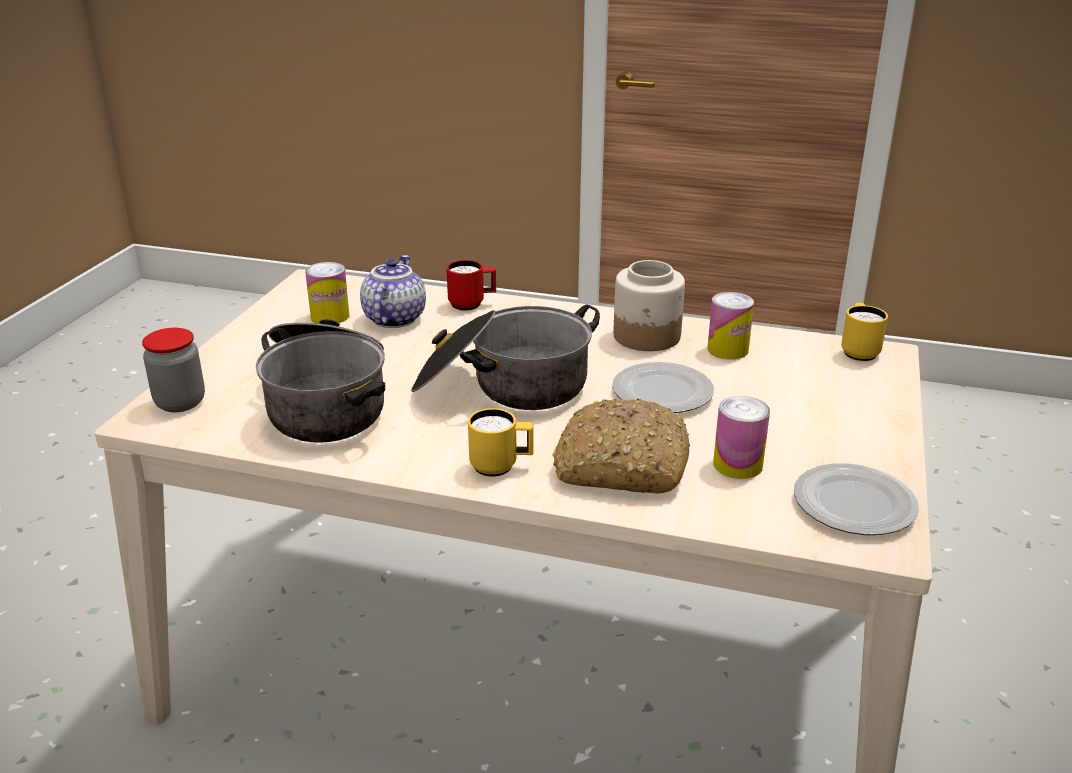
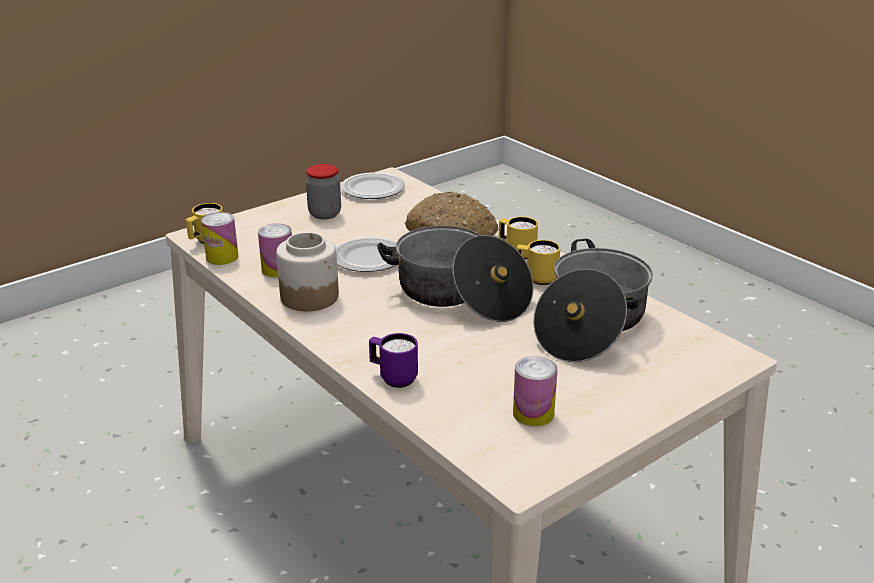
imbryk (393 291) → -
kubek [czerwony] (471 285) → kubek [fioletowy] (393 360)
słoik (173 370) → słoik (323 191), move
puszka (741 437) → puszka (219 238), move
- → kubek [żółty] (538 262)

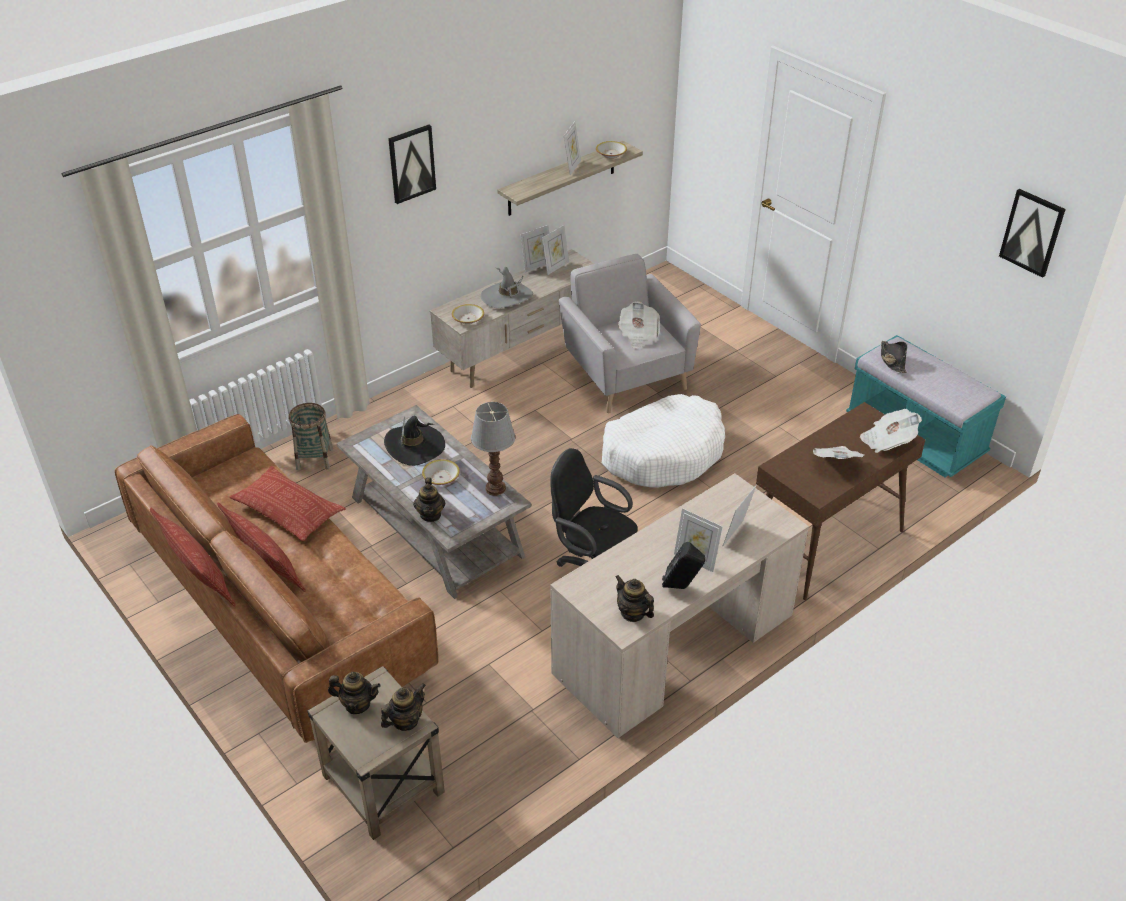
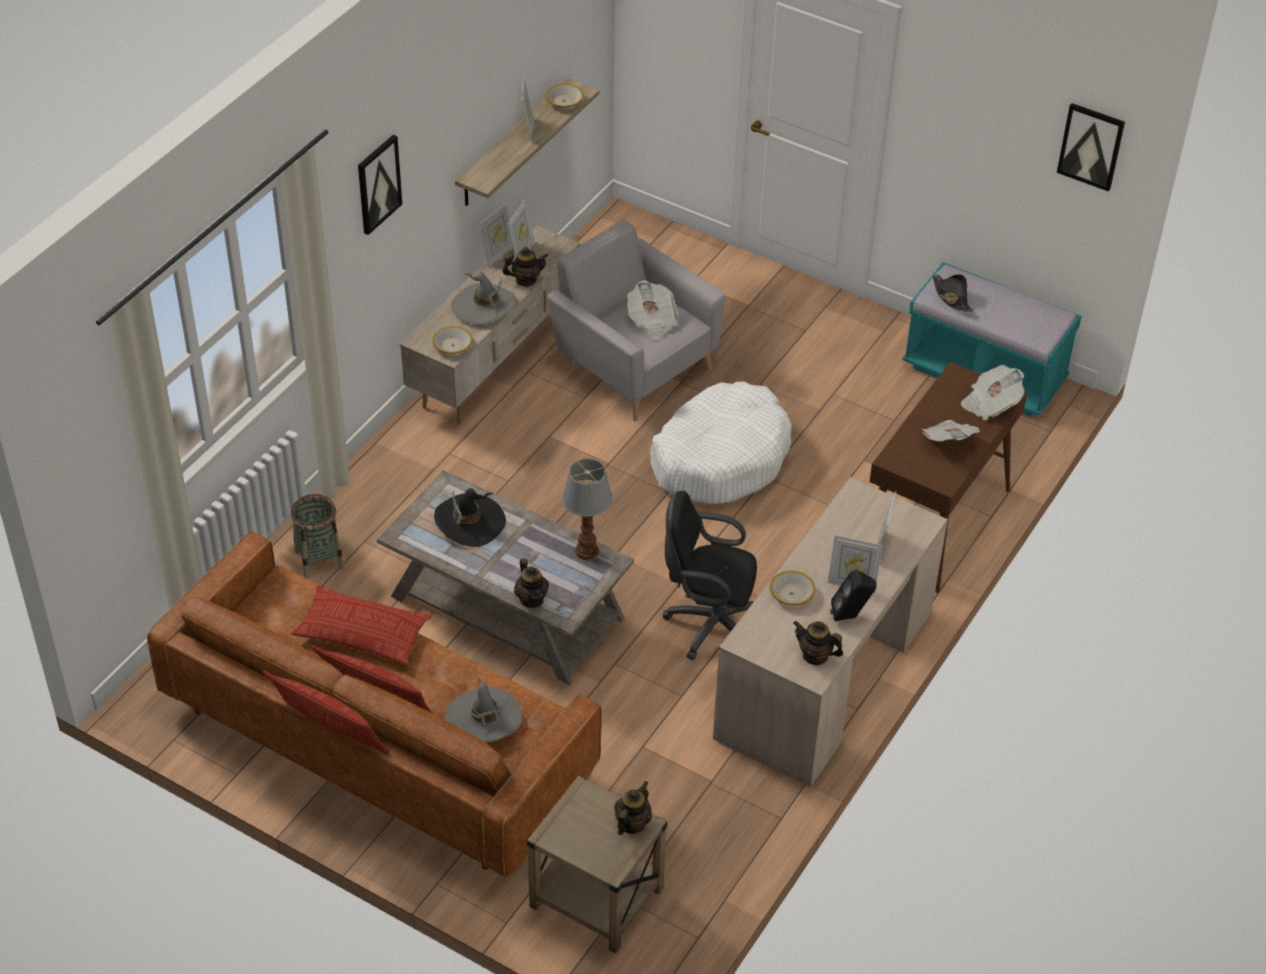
miska (441 472) → miska (793 588), move
imbryk (354 693) → imbryk (525 266), move
- → kapelusz [szary] (484 708)

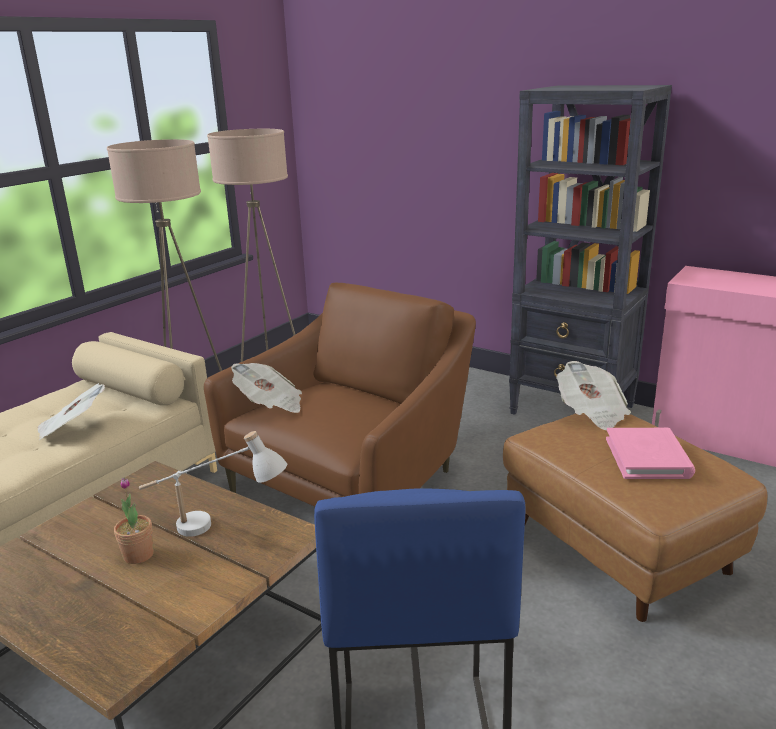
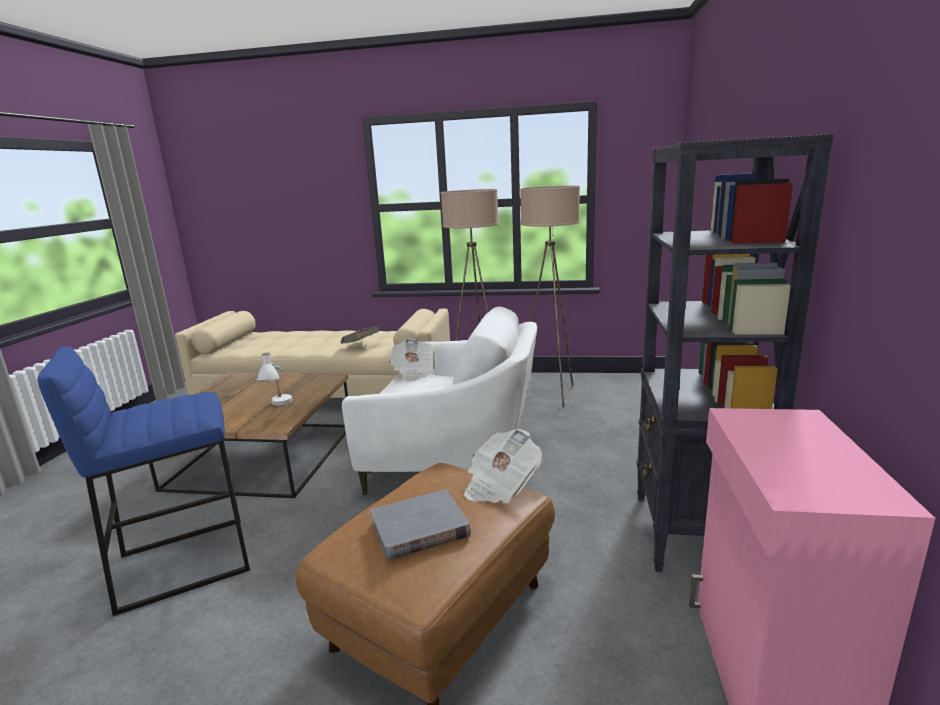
fotel [brązowy] (340 395) → fotel [biały] (439 401)
książka [różowy] (650 453) → książka [szary] (420 524)
roślina doniczkowa (134 521) → -

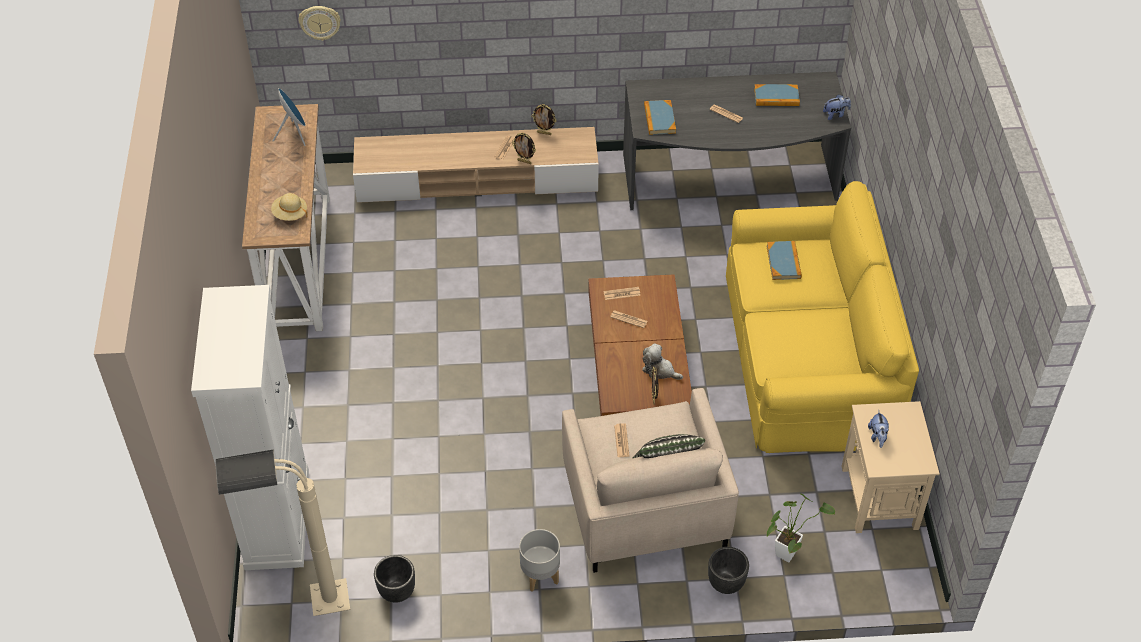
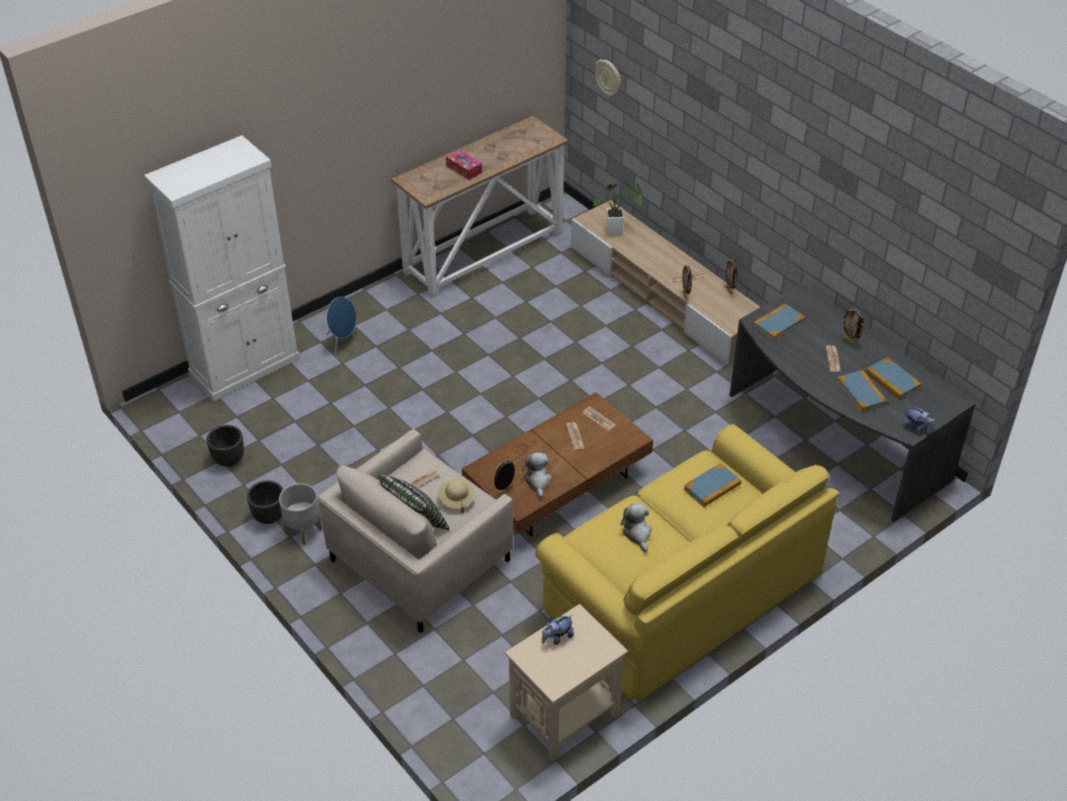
głośnik [niebieski] (289 117) → głośnik [niebieski] (341 325), move
kapelusz [beżowy] (289 207) → kapelusz [beżowy] (456 496), move
lampa stojąca [beżowy] (282 532) → -
roślina doniczkowa (800 527) → roślina doniczkowa (616 207), move
donica [czarny] (728 570) → donica [czarny] (265 502), move
- → pudełko chusteczek (464 165)
- → ramka na zdjęcie (853 327)
- → książka (862 391)
- → pluszak (636 528)

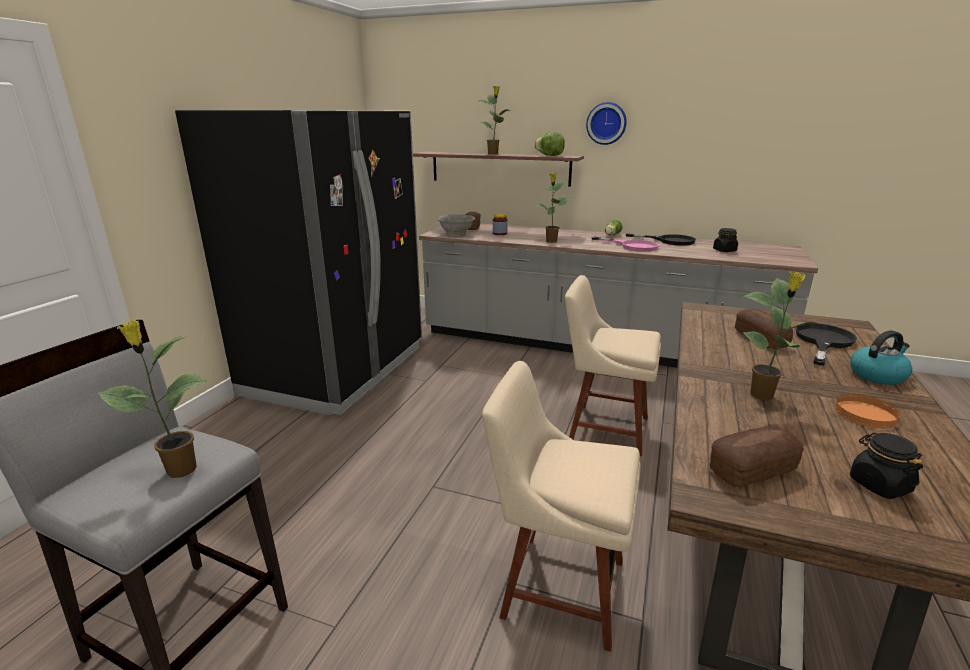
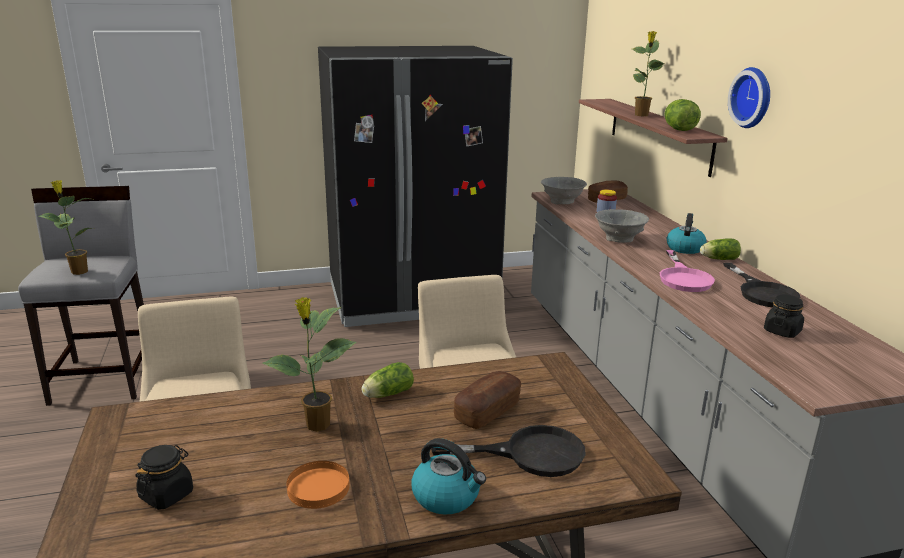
roślina doniczkowa (552 208) → miska [szary] (622 226)
chleb (756 456) → -
- → czajnik (687 233)
- → sałata (387 380)

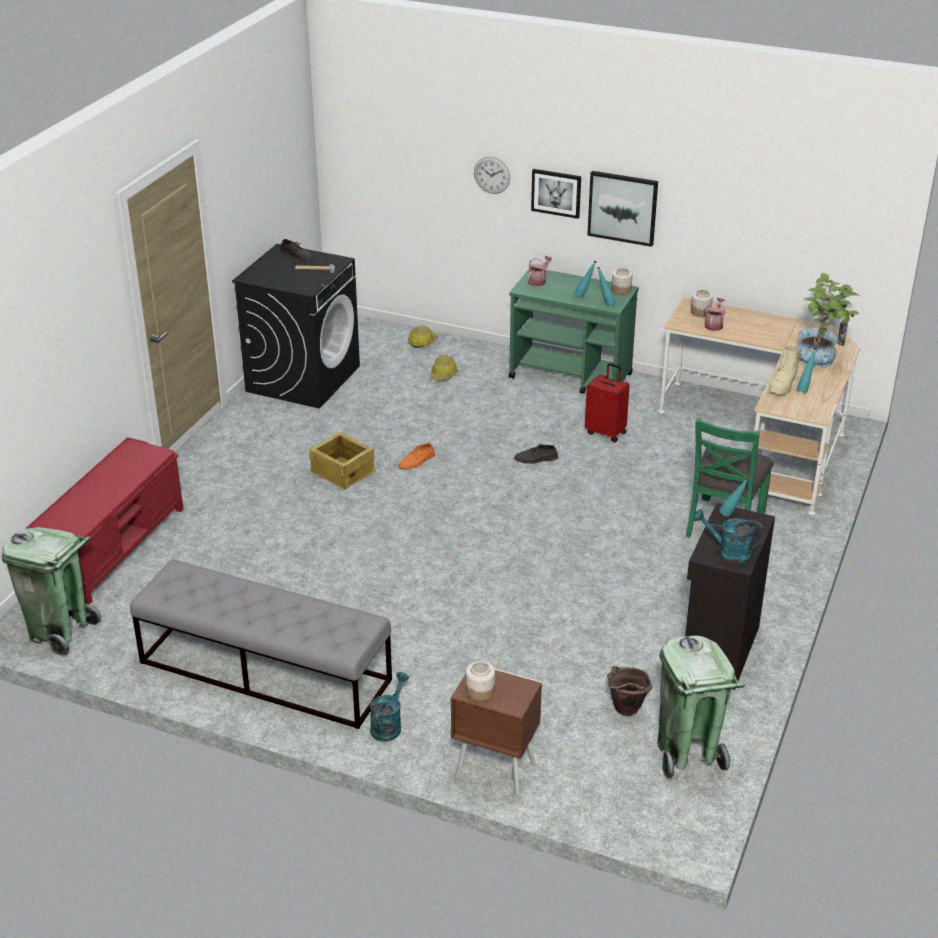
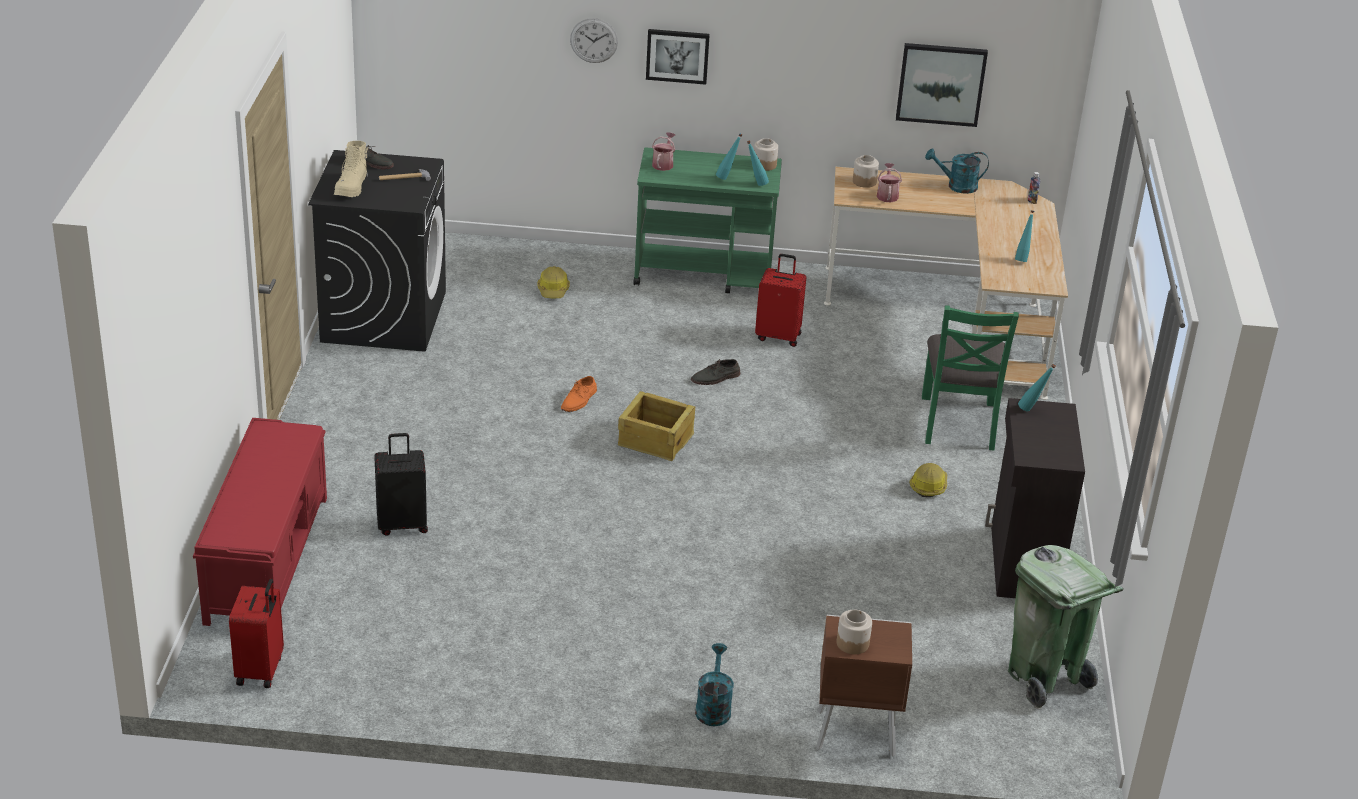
obraz (622 209) → obraz (942 85), move
roślina doniczkowa (828 320) → -
kask (423 337) → kask (928 480), move
but z cholewką [beżowy] (785 370) → but z cholewką [beżowy] (351 169), move
skrzynka (342 461) → skrzynka (656 426), move
konewka [turkusowy] (728 536) → konewka [turkusowy] (957 171), move
kosz na śmieci [zielony] (51 592) → walizka [czerwony] (256 633)
ławka [szary] (261 644) → -
wiadro [brązowy] (629 691) → -
- → walizka [czarny] (401 484)

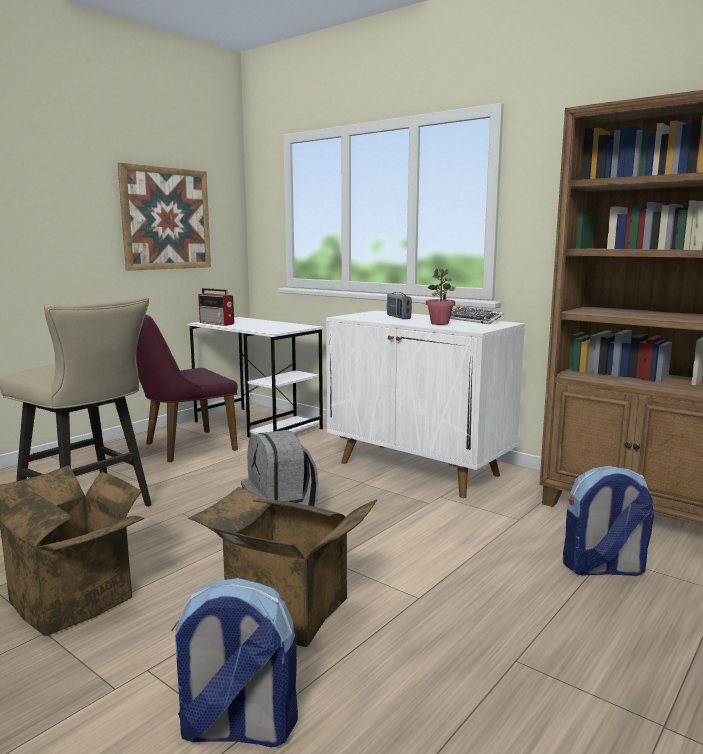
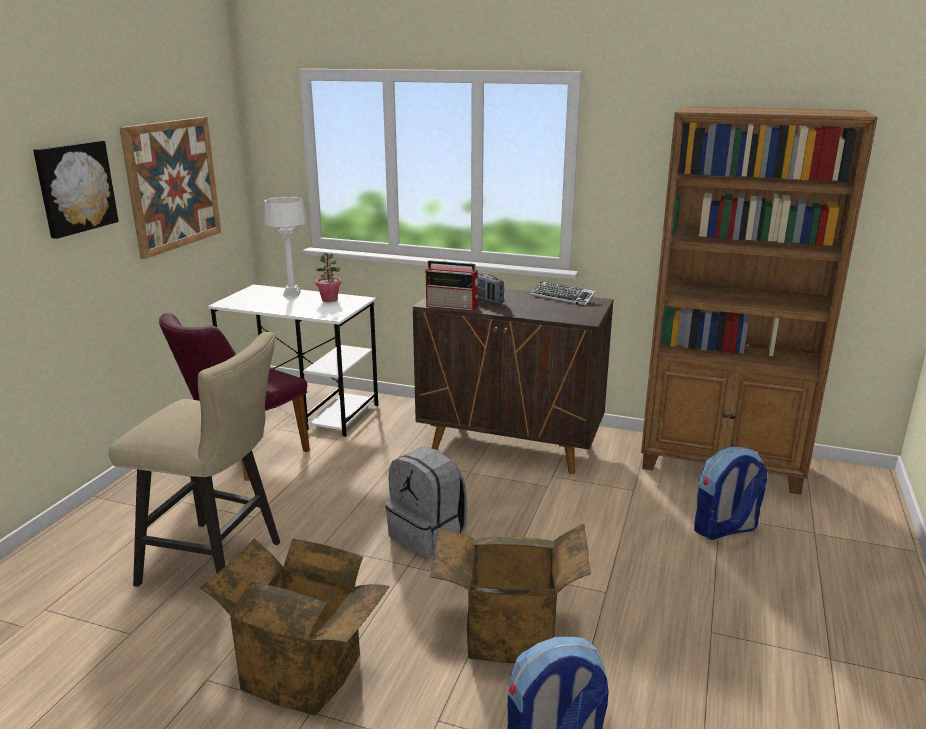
roślina doniczkowa (441 296) → roślina doniczkowa (328 277), move
radio (216 307) → radio (452 285), move
szafka [biały] (425 404) → szafka [brązowy] (513 381)
- → obraz (76 189)
- → lampa stołowa [biały] (285 247)

